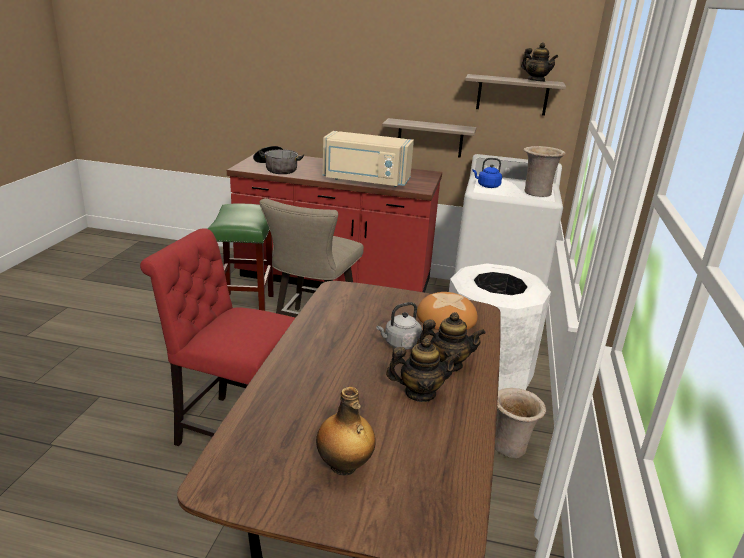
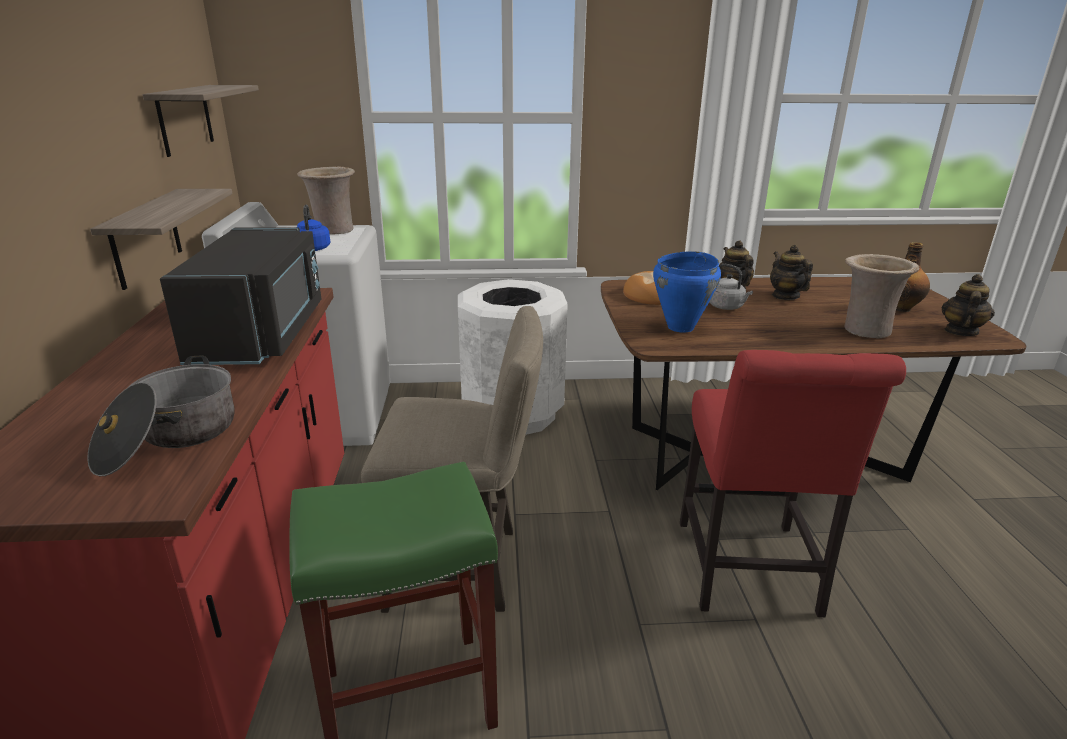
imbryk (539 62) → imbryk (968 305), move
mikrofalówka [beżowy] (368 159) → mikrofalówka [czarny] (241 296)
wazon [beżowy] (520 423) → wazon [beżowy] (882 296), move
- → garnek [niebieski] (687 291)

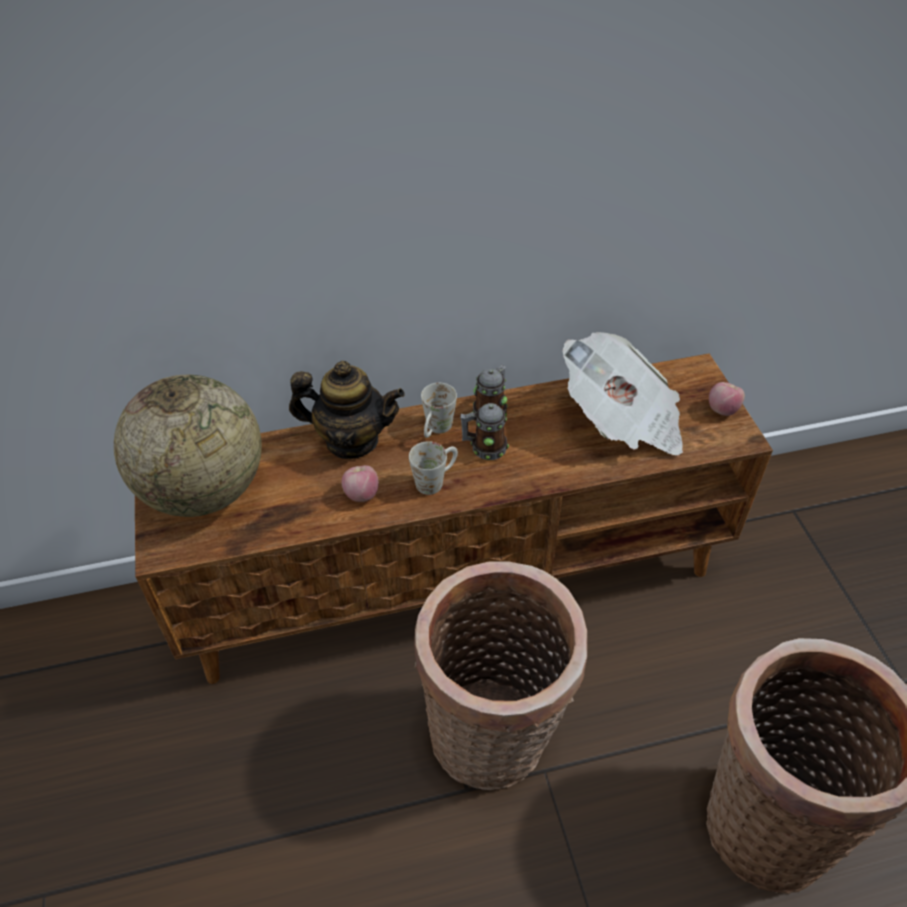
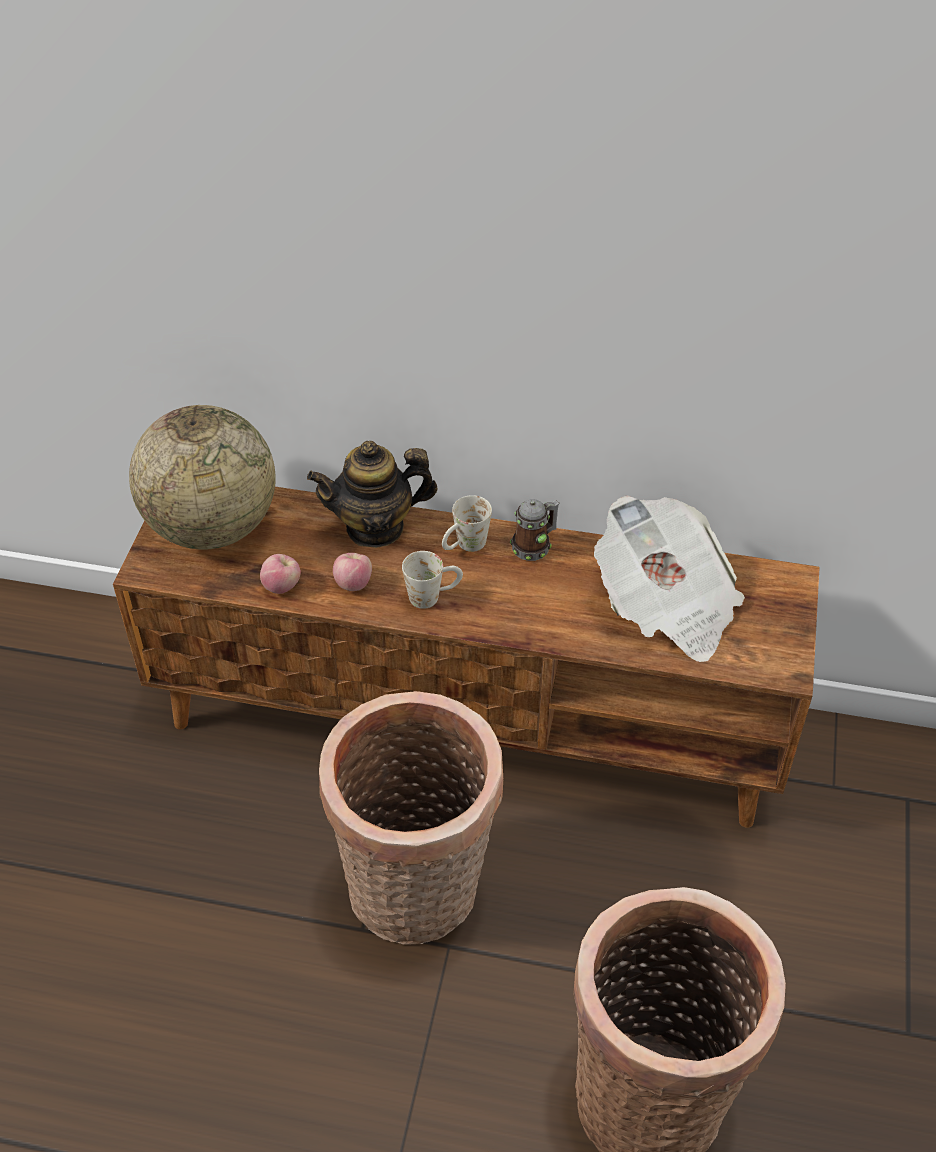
imbryk (347 410) → imbryk (372 494), 135 degrees clockwise
jabłko (727 399) → jabłko (280 574), move
kubek (484 431) → -

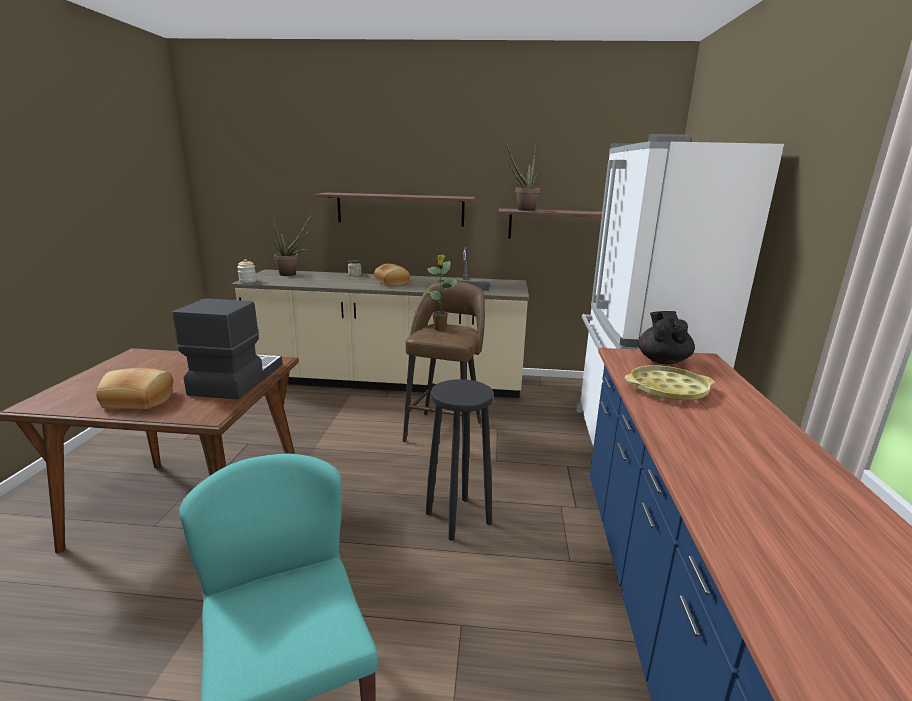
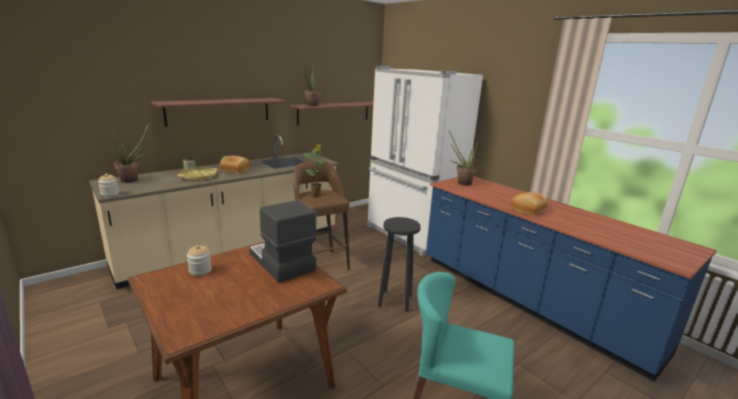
imbryk [czarny] (666 337) → roślina doniczkowa (464 158)
taca [żółty] (669 383) → taca [żółty] (197 174), move
chleb (134 388) → chleb (529 203), move
- → słoik (199 260)

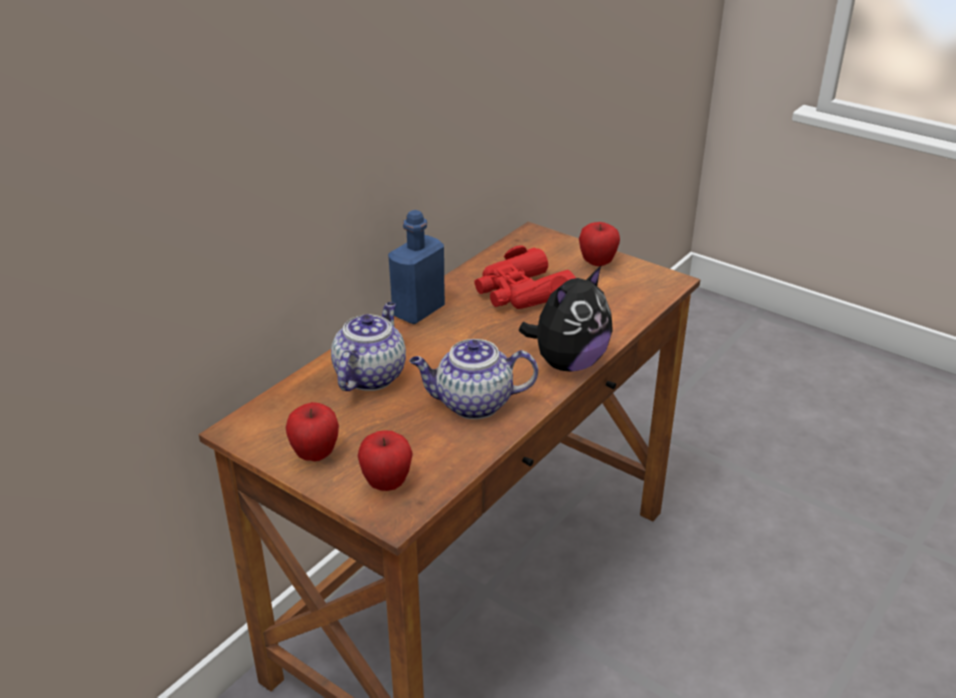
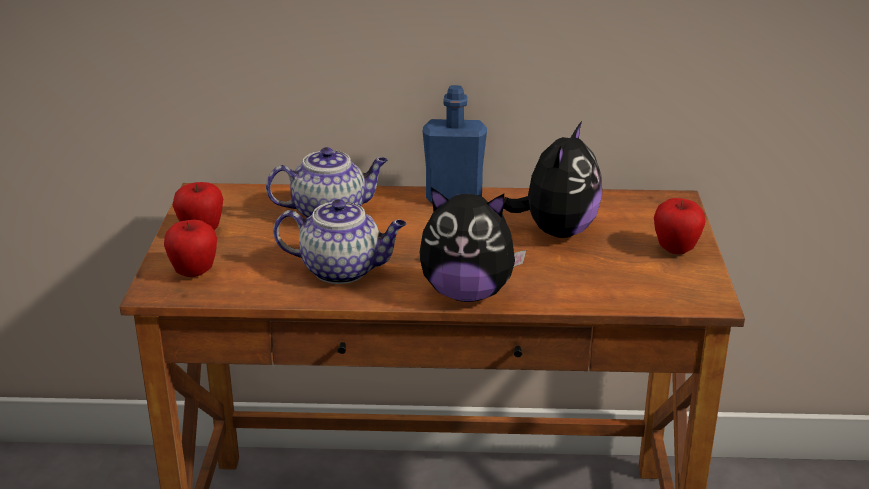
lornetka [czerwony] (525 277) → pluszak (552 179)
imbryk (473 379) → imbryk (340 241), 135 degrees clockwise

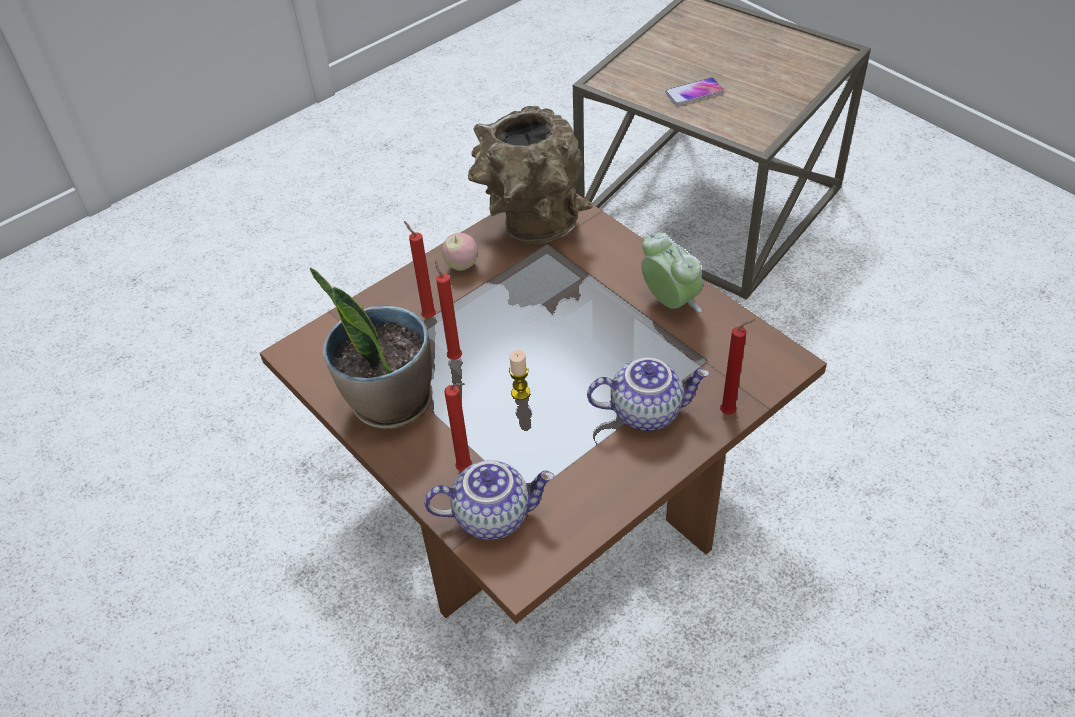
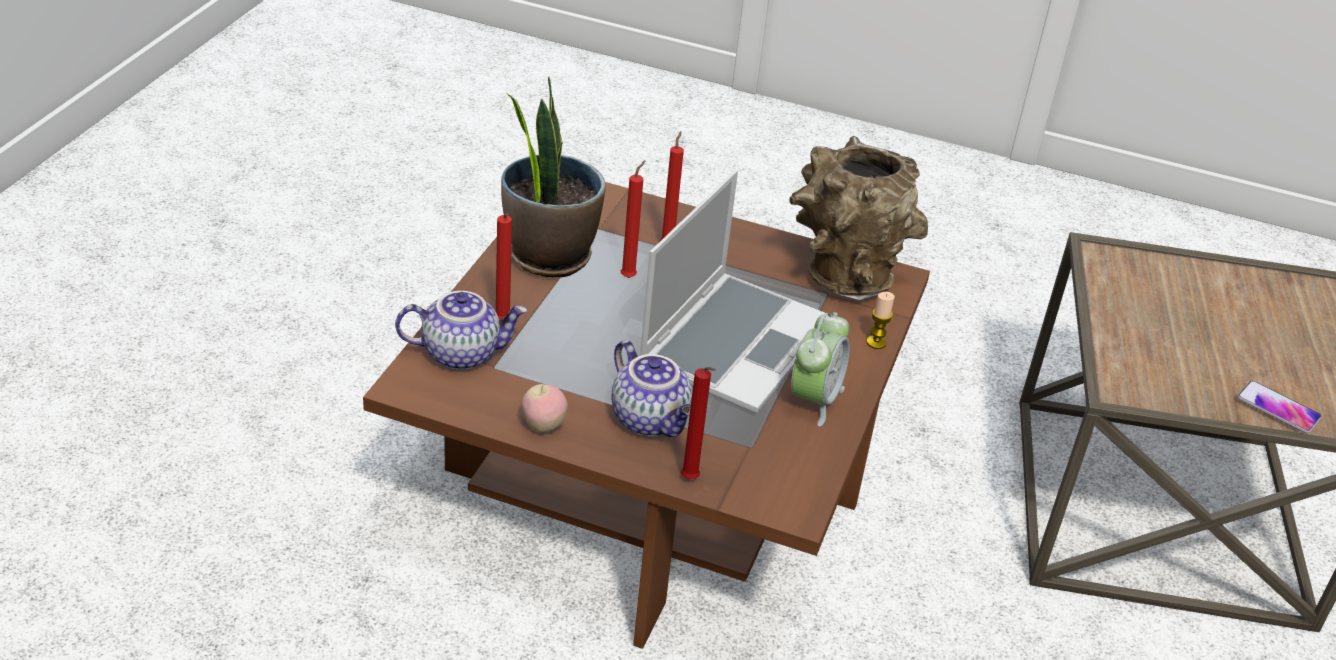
telefon (694 91) → telefon (1279 407), move
jabłko (460 252) → jabłko (544 408), move
świeca (519 375) → świeca (880 320), move
imbryk (489 500) → imbryk (461 330), 60 degrees counterclockwise
- → laptop (732 292)

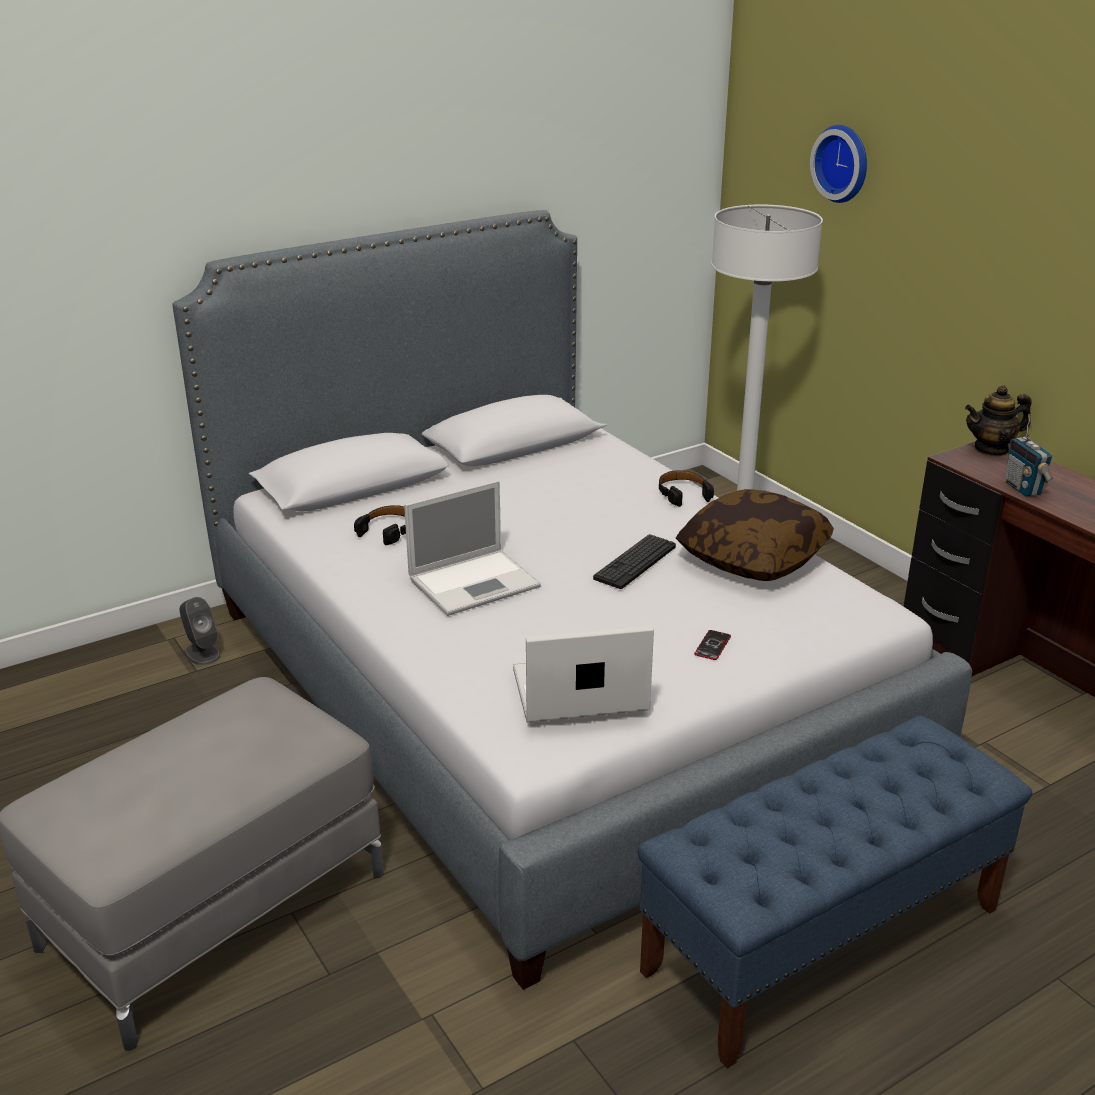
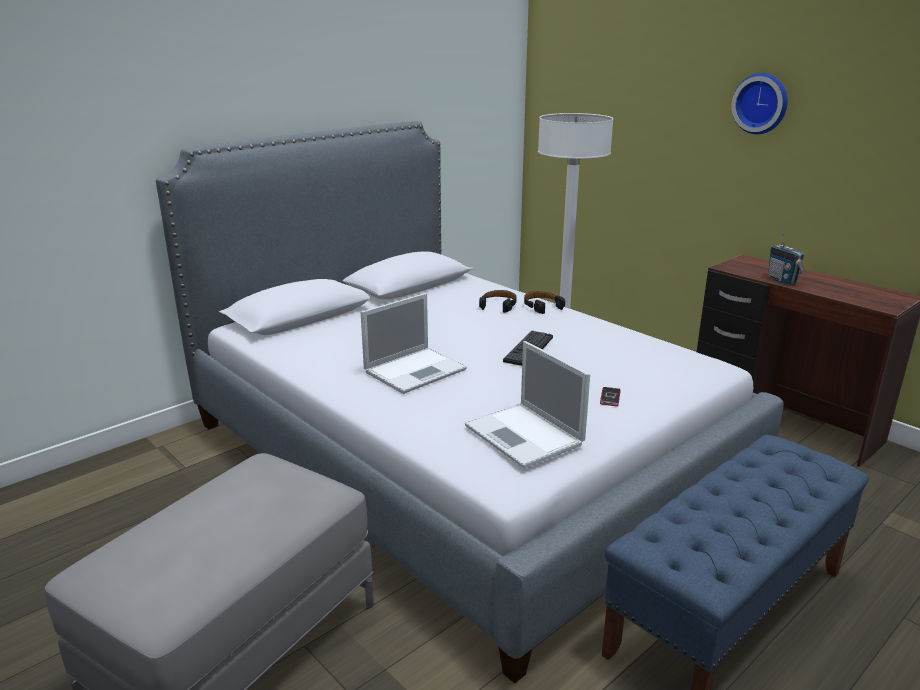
zegar ścienny (838 164) → zegar ścienny (759 103), move
imbryk (998 420) → -
poduszka (755 535) → -
słuchawki [czarny] (380 525) → słuchawki [czarny] (497 301), move
głośnik [szary] (200 631) → -
laptop (583 674) → laptop (527 405), 105 degrees counterclockwise

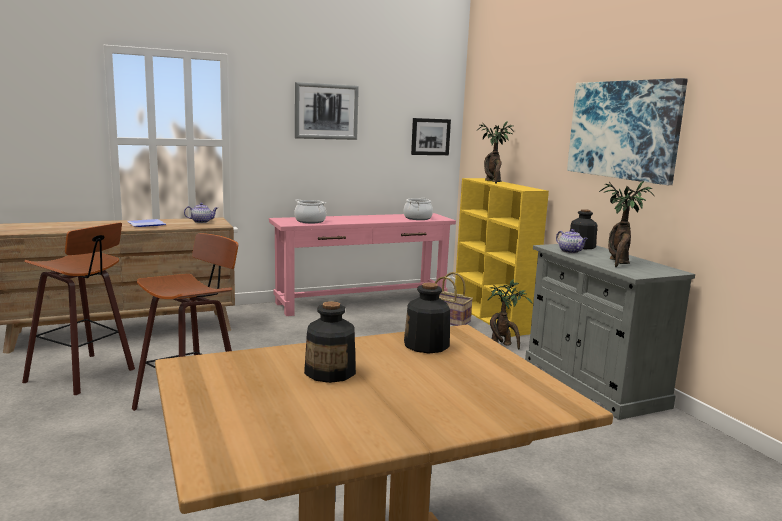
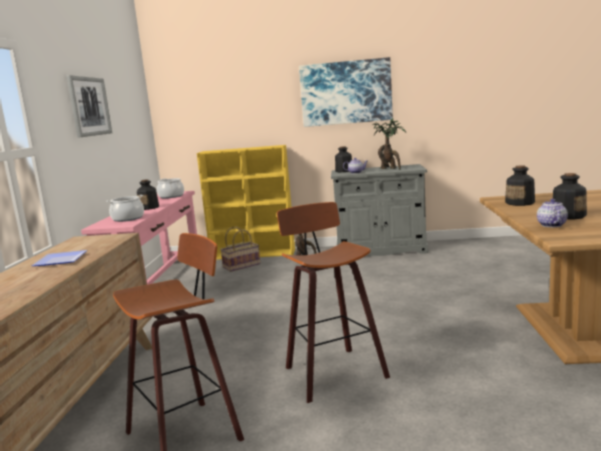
obraz (431 136) → -
roślina doniczkowa (495 152) → -
imbryk (201 213) → imbryk (552 213), move
- → butelka (148 194)

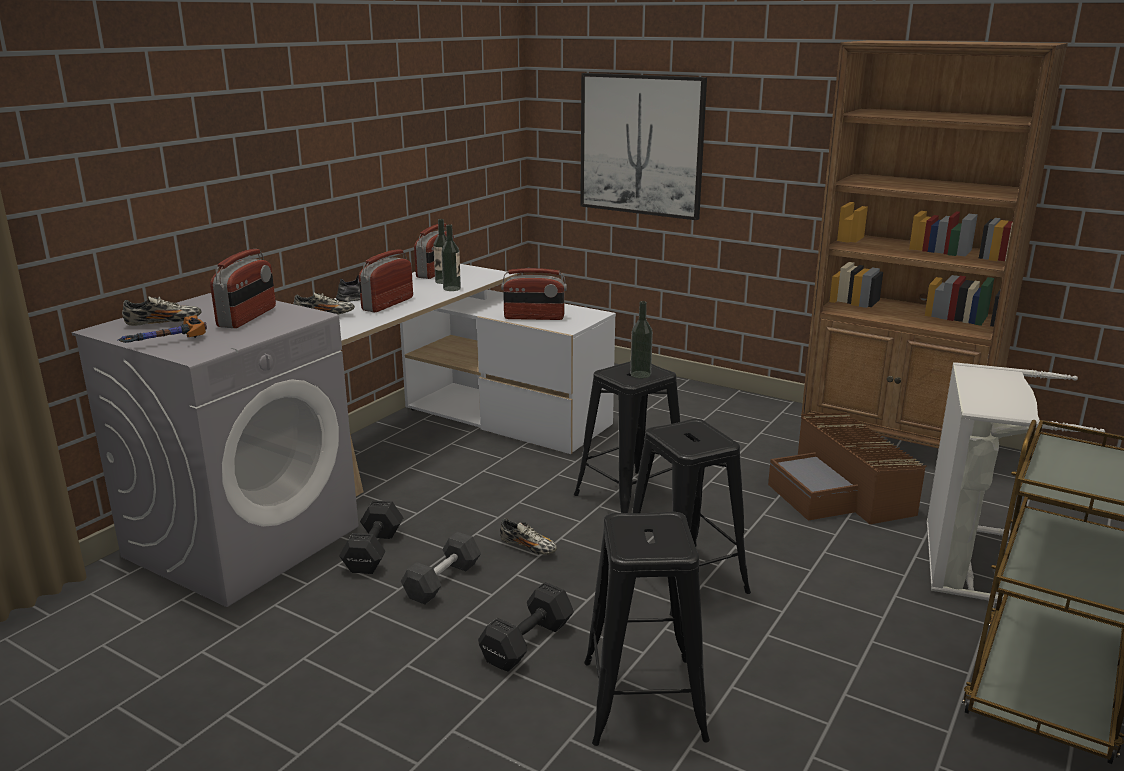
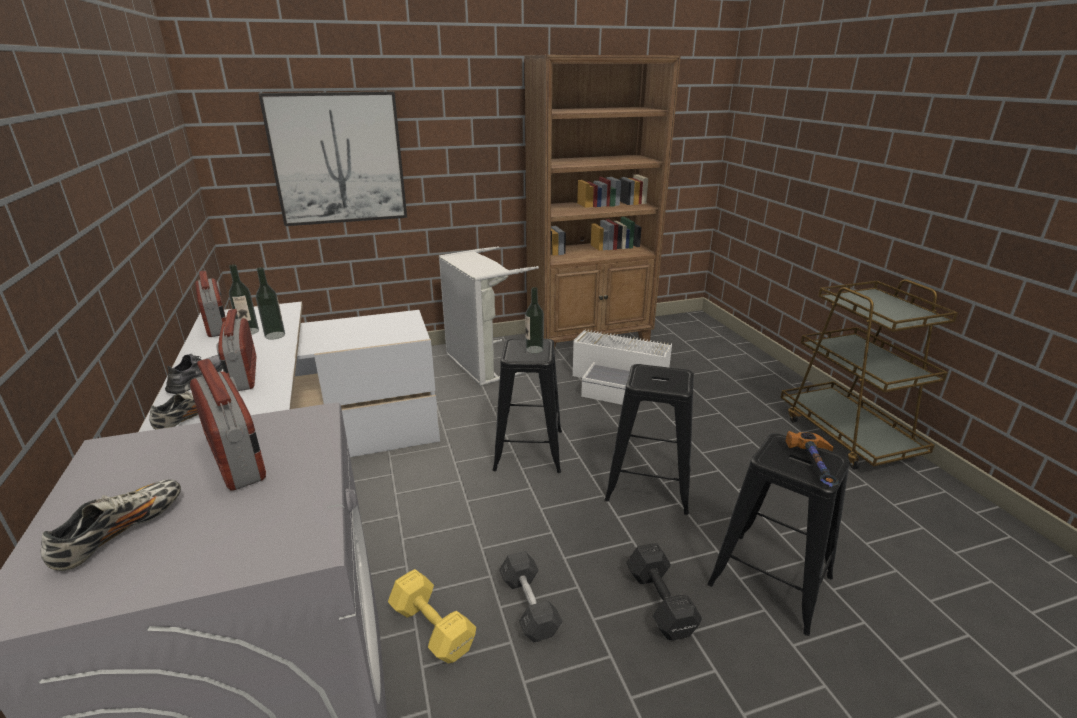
radio (534 294) → -
młotek (162 329) → młotek (812 459), move
kosz na pranie [szary] (1016 482) → kosz na pranie [szary] (489 316), move
pojemnik do przechowywania [brązowy] (847 468) → pojemnik do przechowywania [biały] (622 367)
hantel [czarny] (371 537) → hantel [żółty] (432 616)
but (528 536) → -

